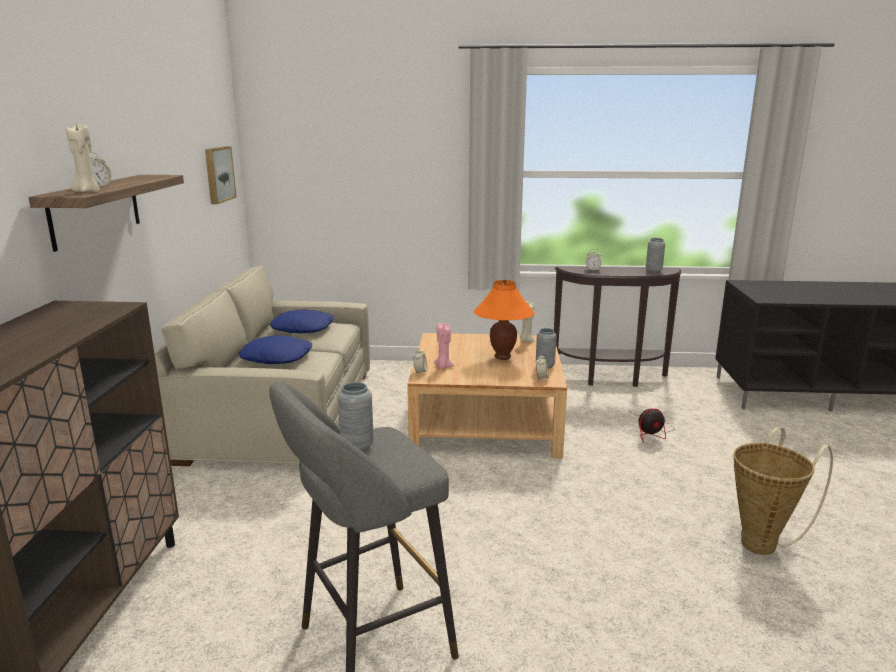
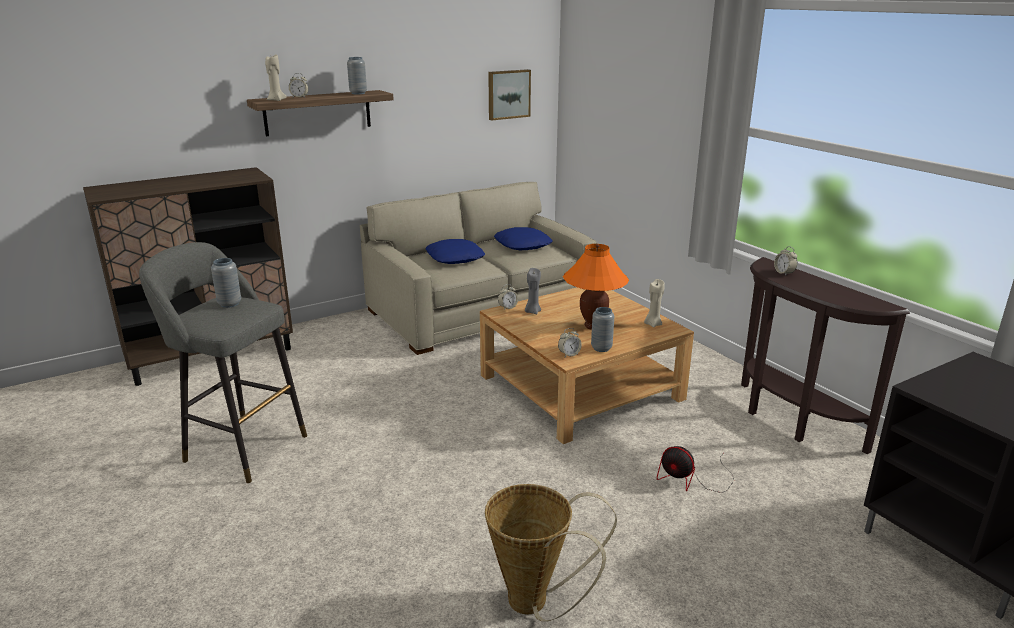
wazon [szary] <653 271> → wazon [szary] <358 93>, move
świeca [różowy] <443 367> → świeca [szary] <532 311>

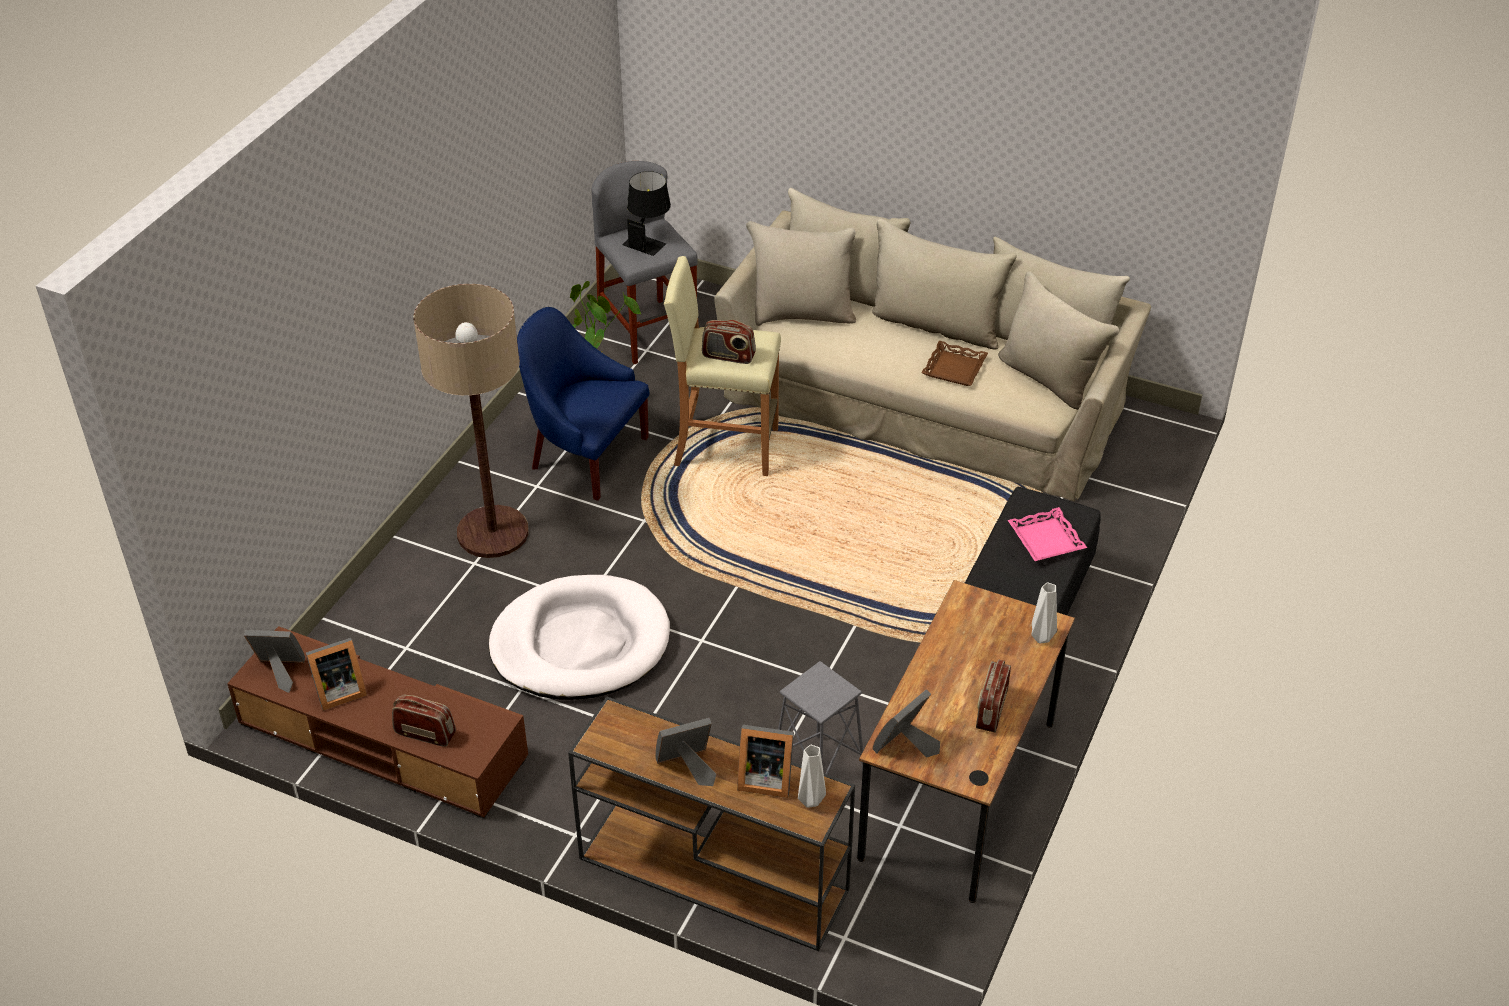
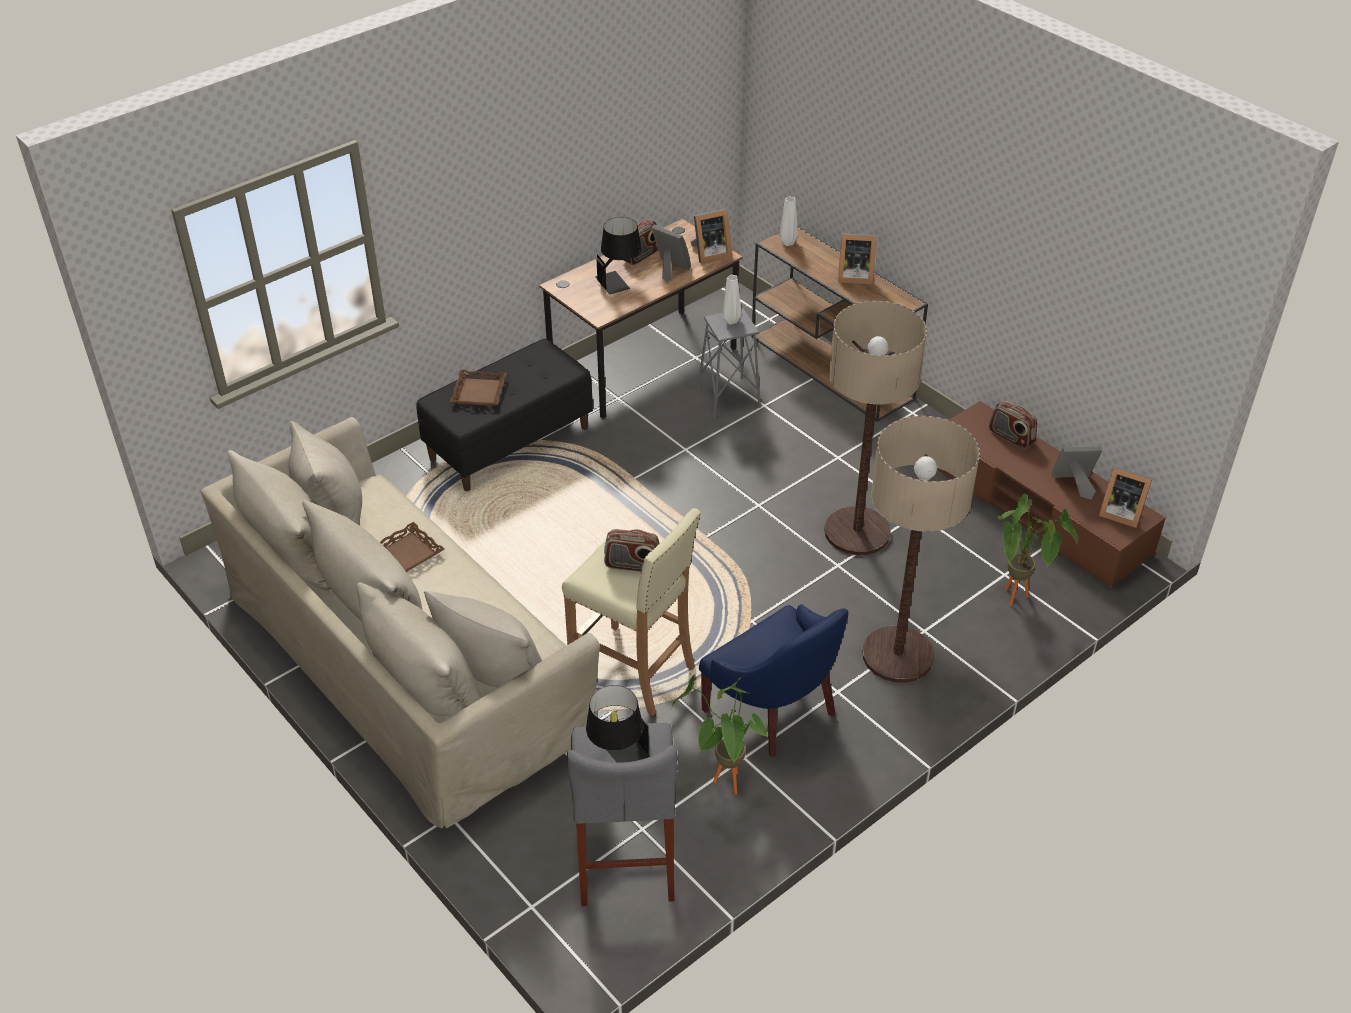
radio <728 356> → radio <632 565>, 150 degrees clockwise
taca [różowy] <1046 539> → taca [brązowy] <478 392>
legowisko [biały] <580 644> → lampa stojąca <857 532>
wazon [biały] <1042 638> → wazon [biały] <731 320>, move
ramka na zdjęcie <764 778> → ramka na zdjęcie <669 269>, move
- → lampa stołowa [czarny] <619 280>
- → roślina doniczkowa <1017 601>

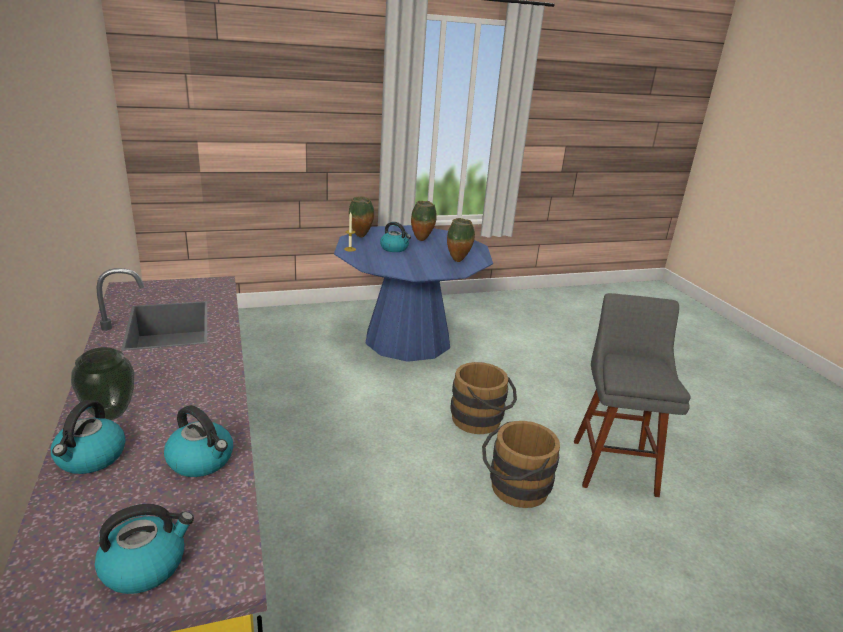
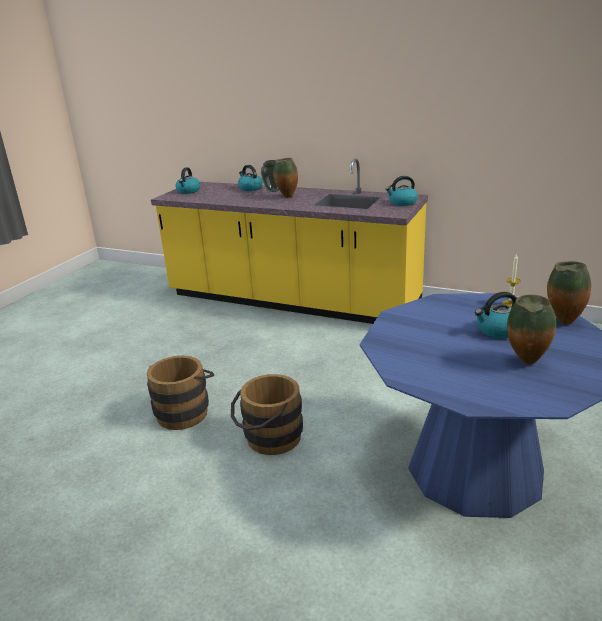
wazon <458 261> → wazon <286 197>, move
stołek [szary] <613 463> → -
czajnik <202 460> → czajnik <402 203>, move

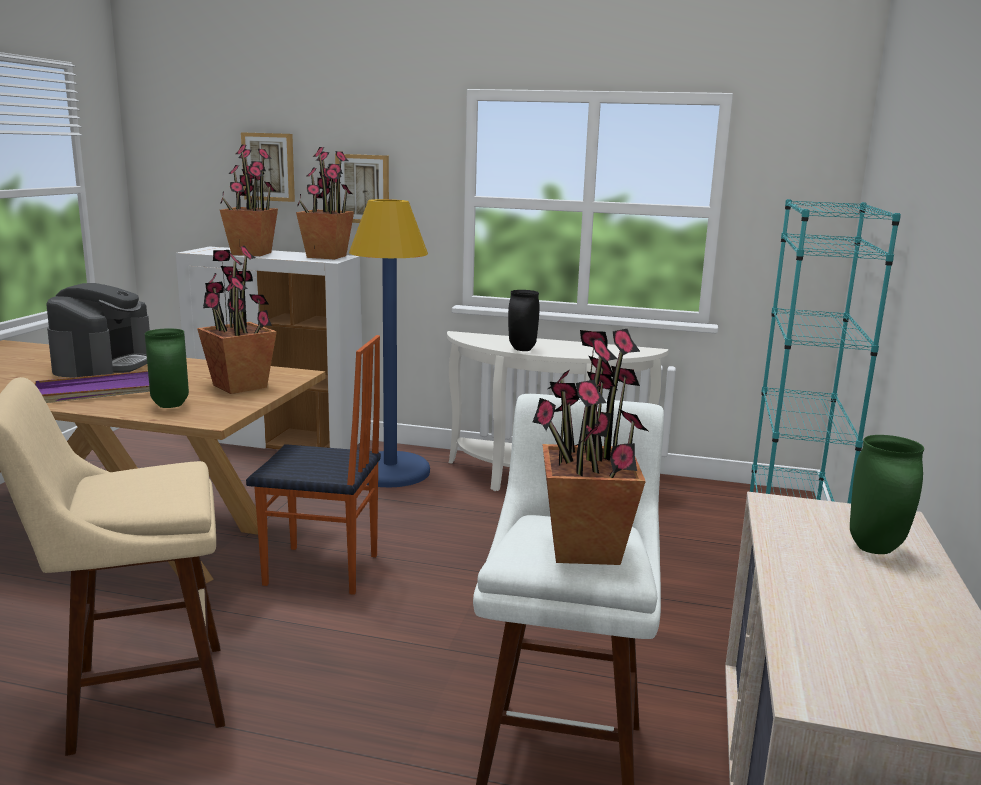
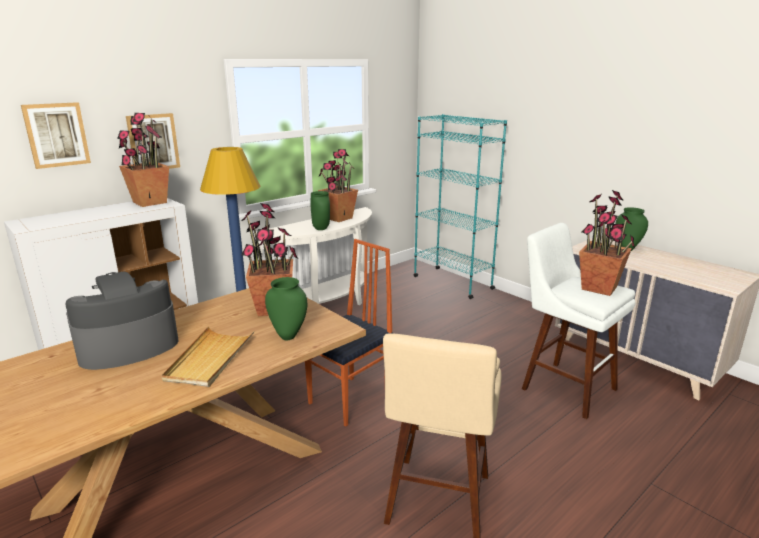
roślina doniczkowa <251 253> → roślina doniczkowa <338 218>, move
ekspres do kawy <104 364> → ekspres do kawy <127 346>, 75 degrees counterclockwise
wazon [czarny] <523 349> → wazon [zielony] <321 229>
taca [fioletowy] <94 392> → taca [beżowy] <210 359>

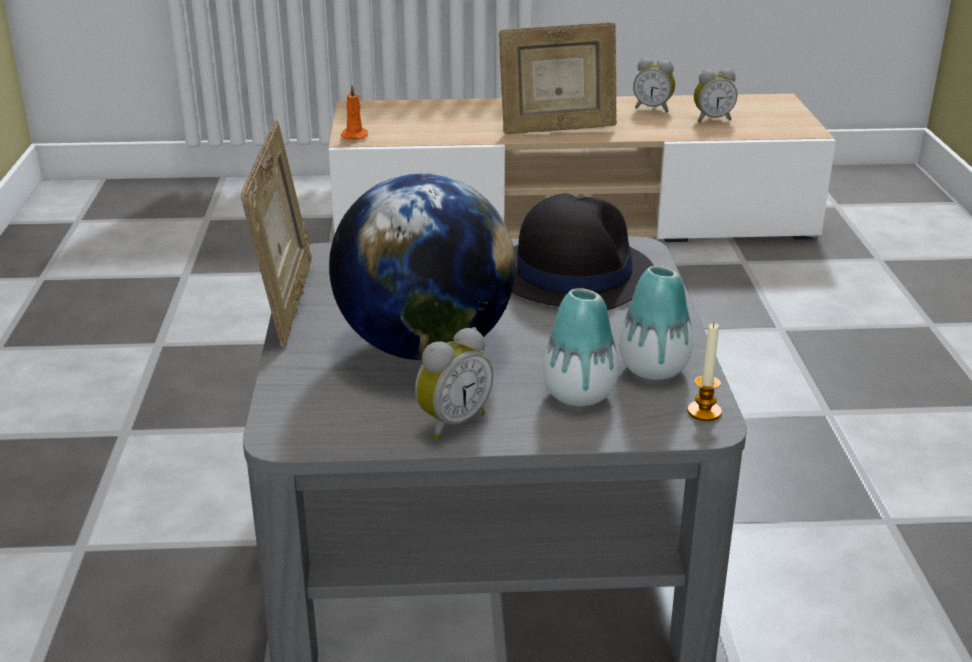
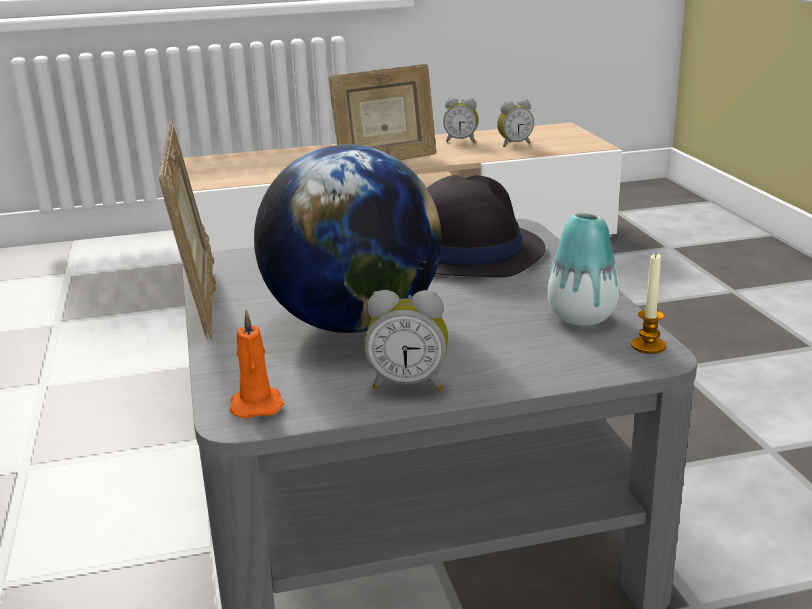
świeca [pomarańczowy] <354 135> → świeca [pomarańczowy] <256 404>, move
wazon <579 395> → -
budzik <451 422> → budzik <408 384>, 60 degrees clockwise

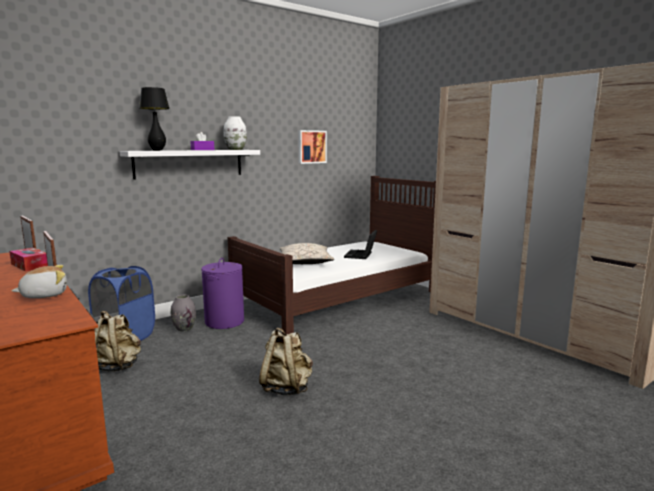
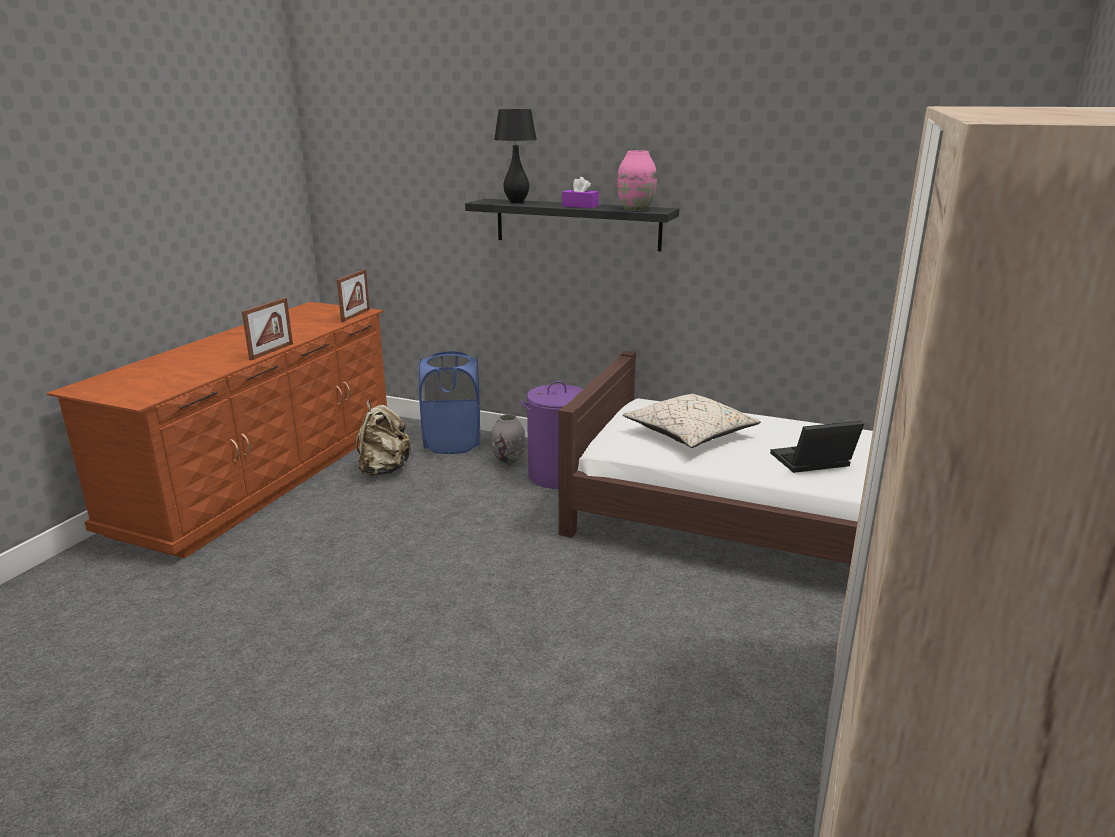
wazon [biały] <236 149> → wazon [różowy] <635 209>
obraz <311 147> → -
półka [biały] <189 163> → półka [czarny] <577 224>
pudełko chusteczek <30 265> → -
pluszak <44 295> → -
plecak [beżowy] <286 388> → -

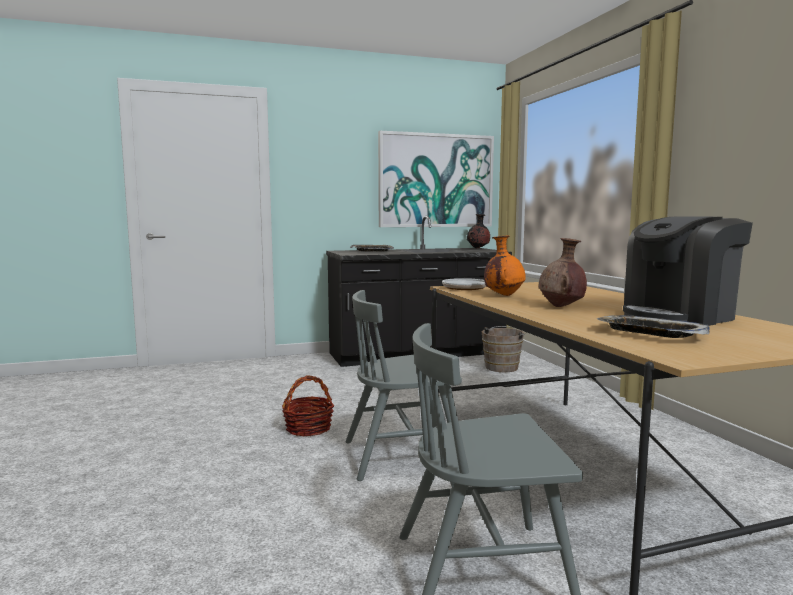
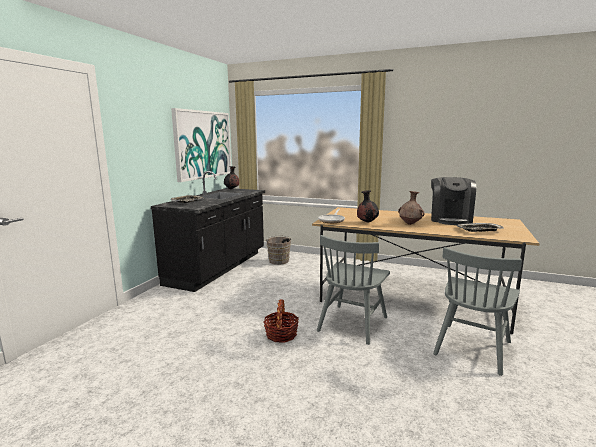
wazon [pomarańczowy] <503 295> → wazon [czarny] <367 222>

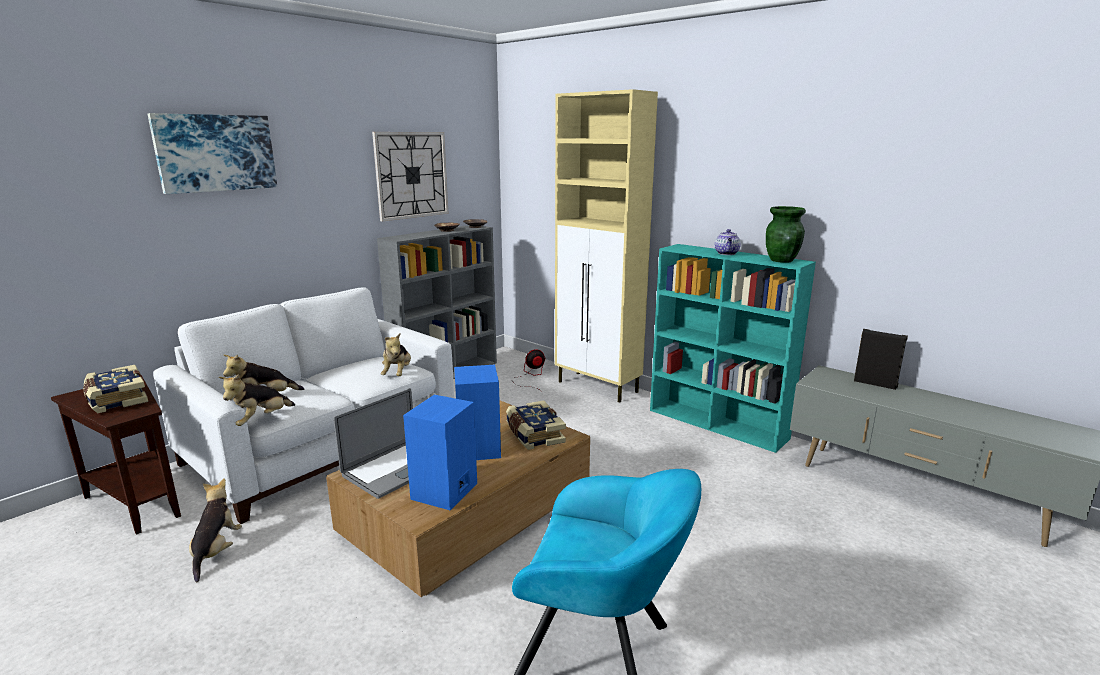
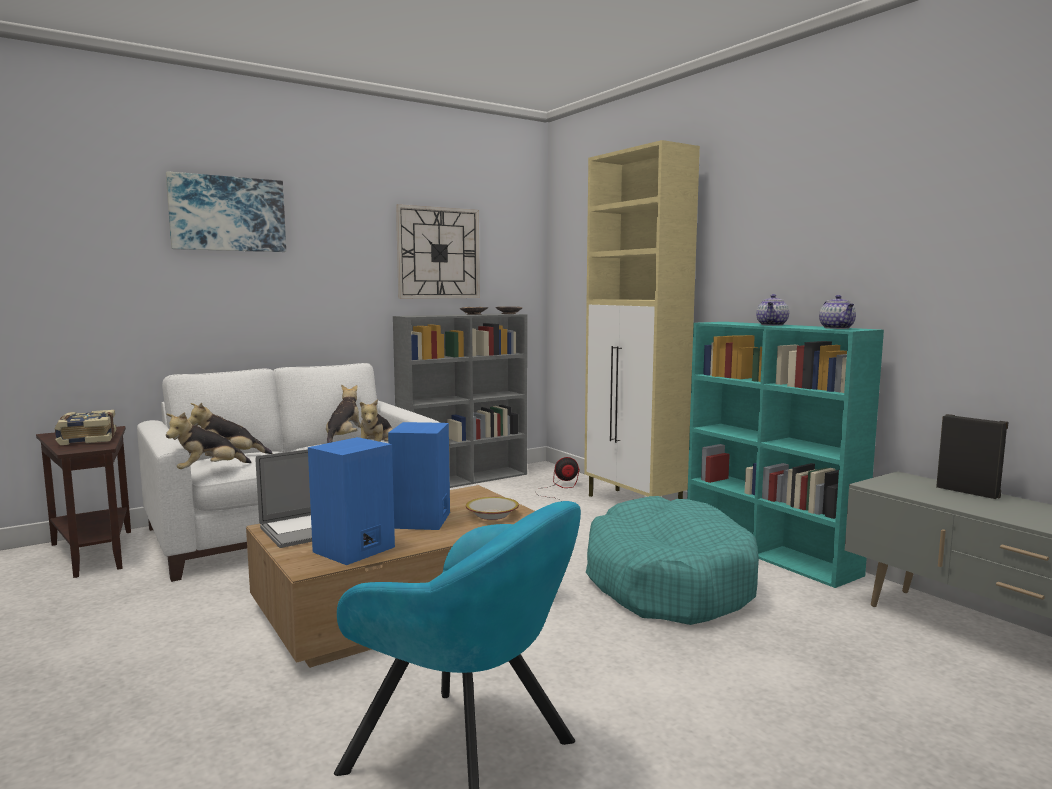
wazon [zielony] <782 260> → imbryk <837 328>
książka <533 435> → miska <492 515>
pluszak <216 551> → pluszak <344 438>, move
- → legowisko [turkusowy] <667 582>

